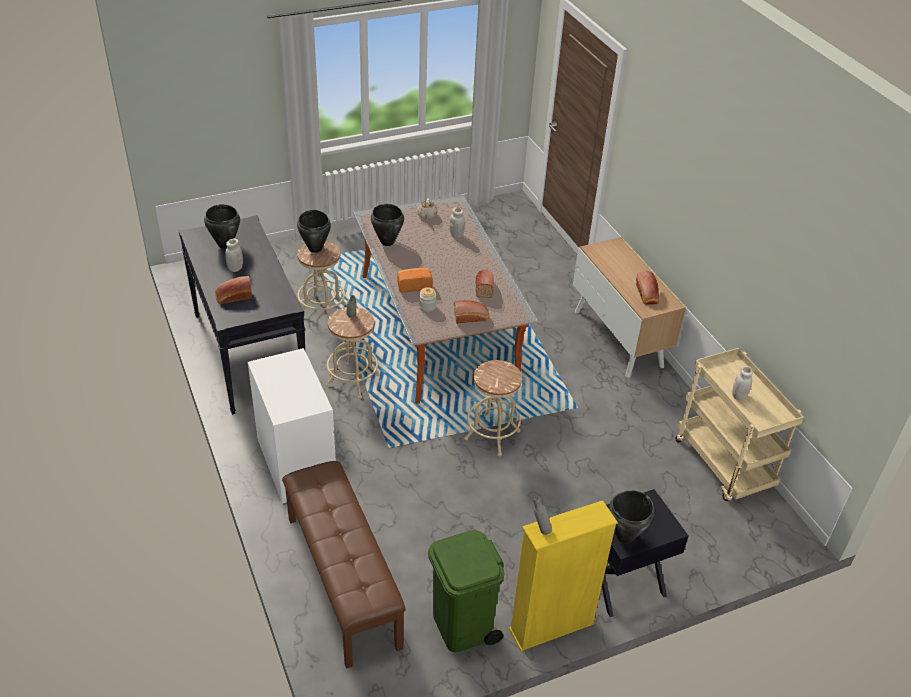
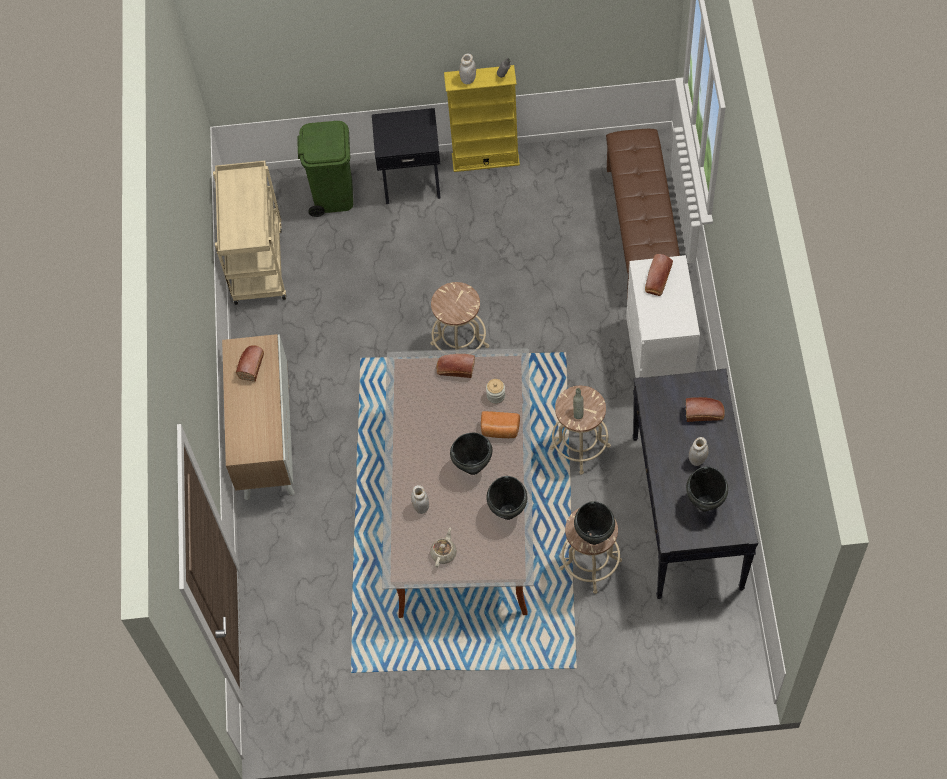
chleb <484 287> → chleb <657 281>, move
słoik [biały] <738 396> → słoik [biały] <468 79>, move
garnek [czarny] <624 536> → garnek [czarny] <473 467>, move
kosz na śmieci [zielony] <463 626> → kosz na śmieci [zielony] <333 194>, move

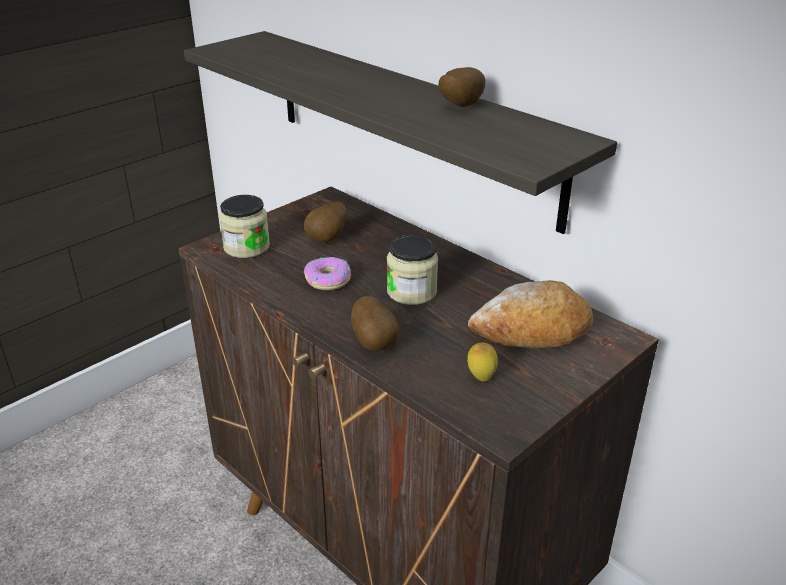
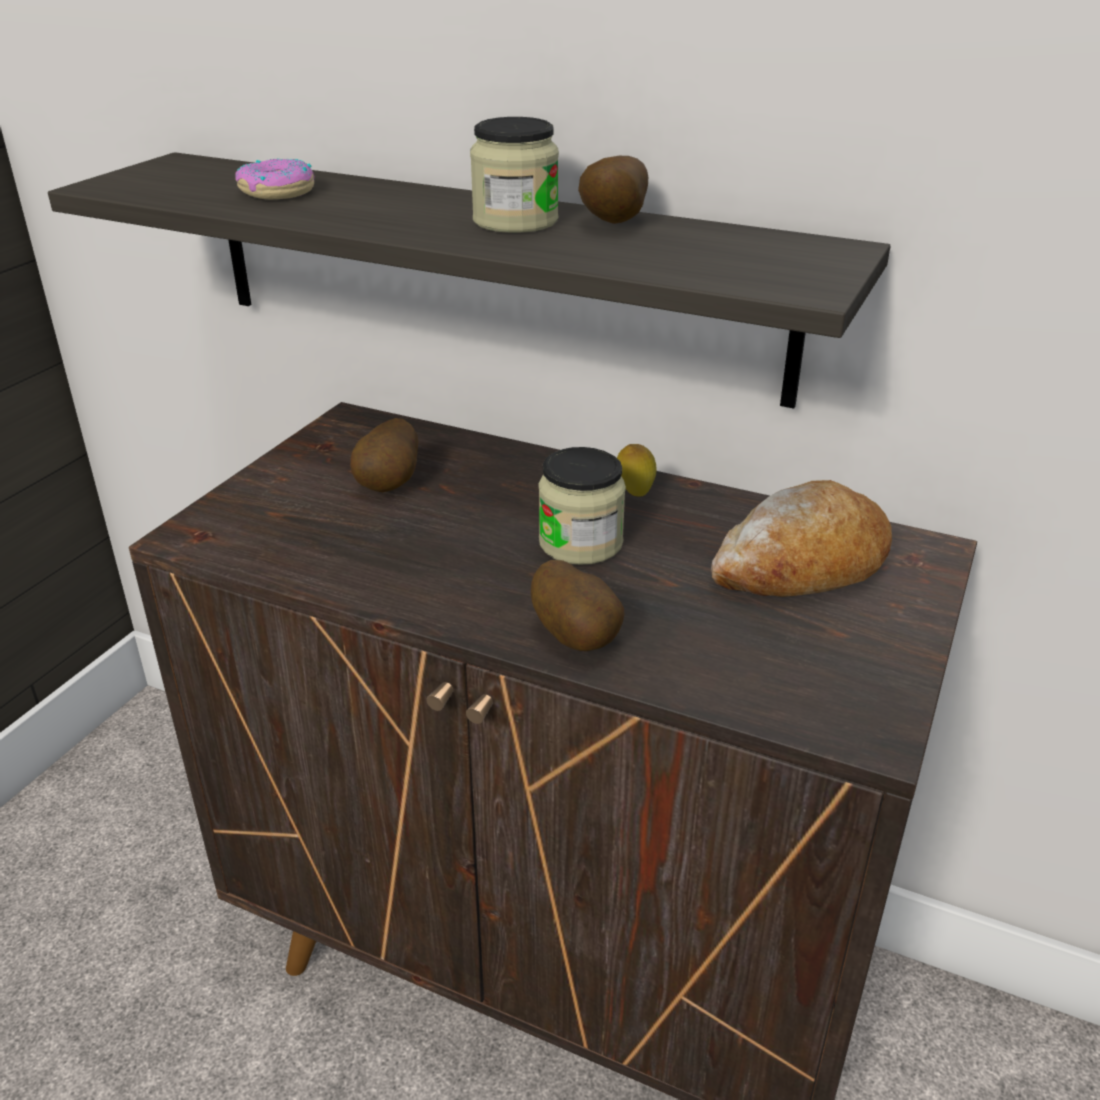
słoik <246 247> → słoik <515 221>, move
donut <327 280> → donut <277 192>, move
cytryna <481 377> → cytryna <634 493>, move

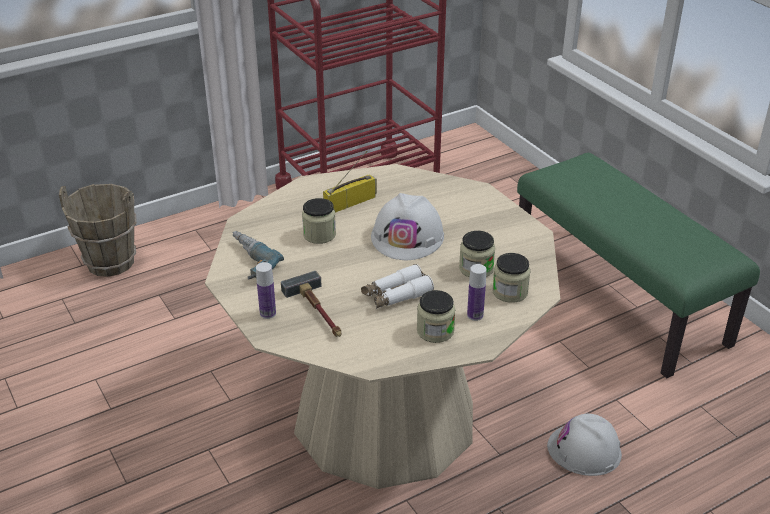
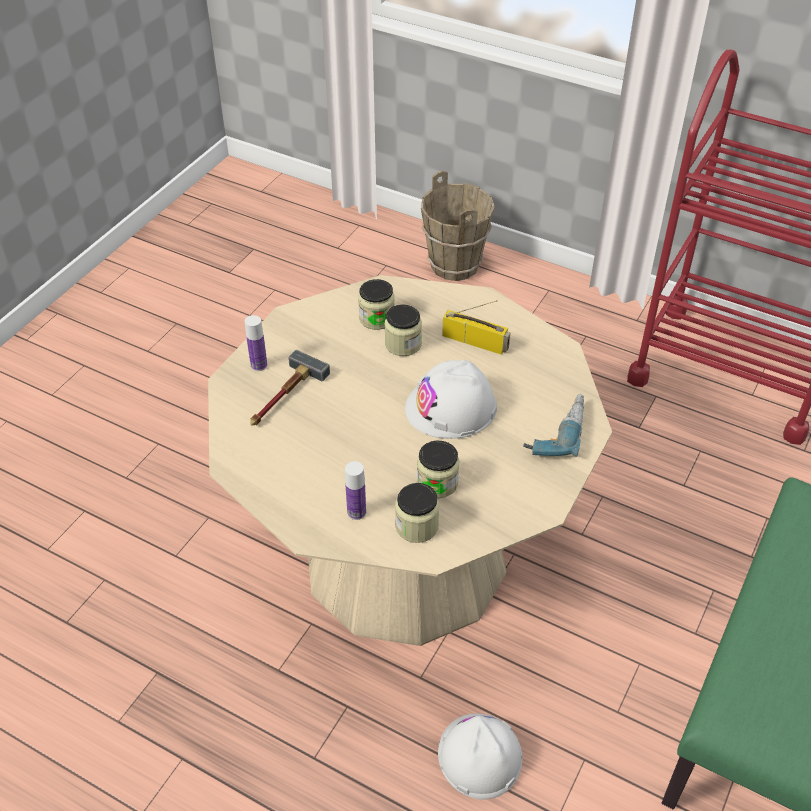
wiertarka <246 262> → wiertarka <555 430>, move
lornetka [biały] <396 295> → -
słoik <435 331> → słoik <376 318>, move

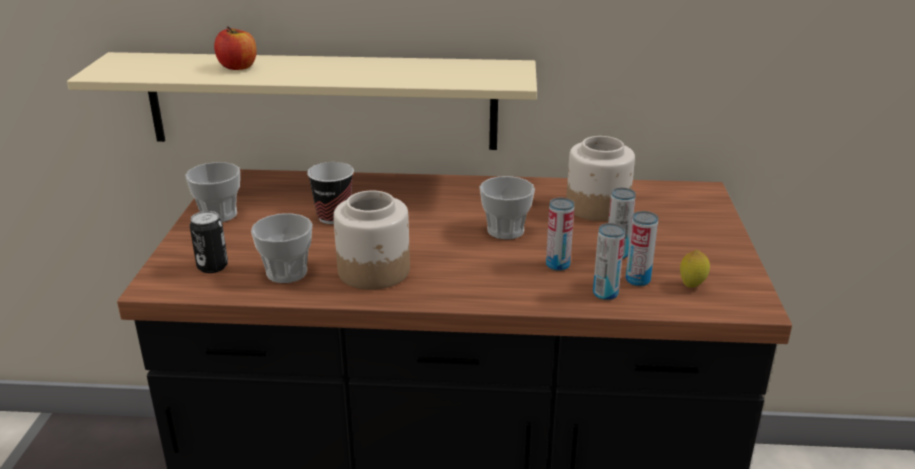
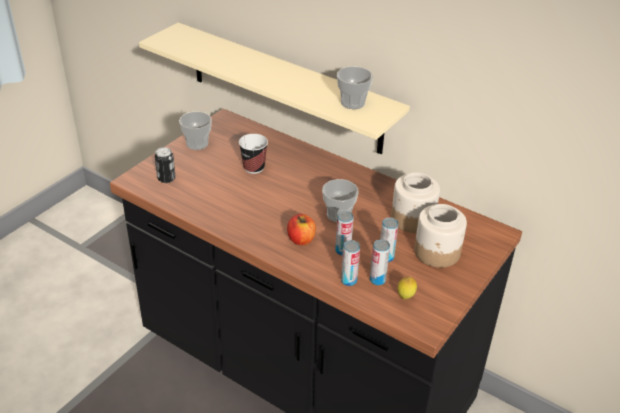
jabłko <238 67> → jabłko <301 239>, move
słoik <374 271> → słoik <437 252>, move
filiżanka <287 273> → filiżanka <352 103>, move

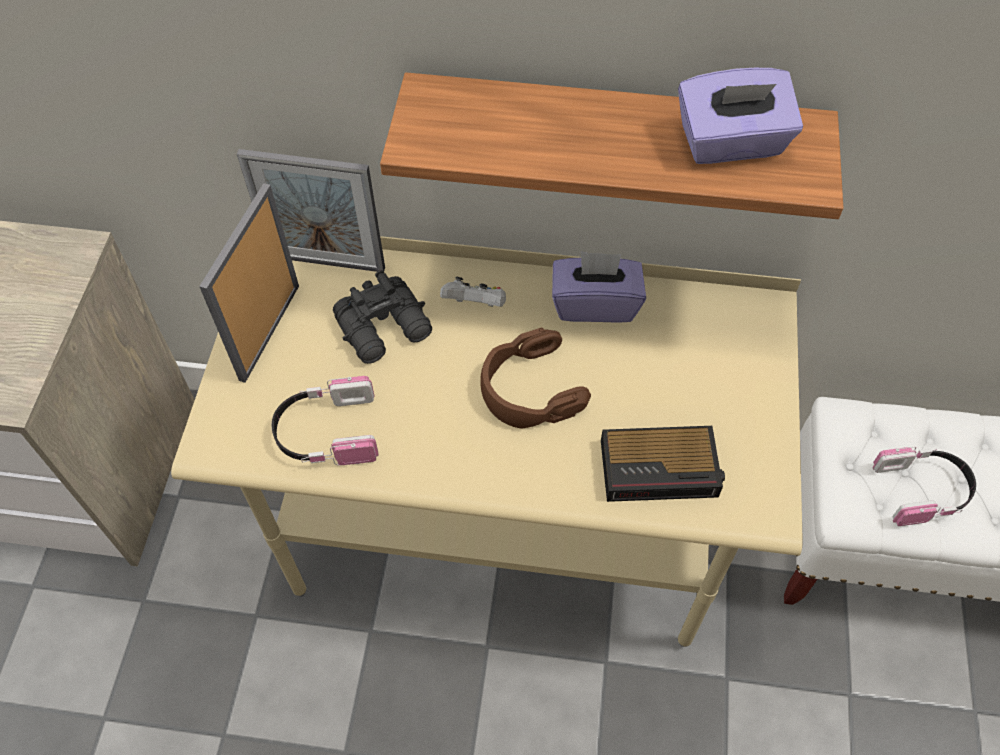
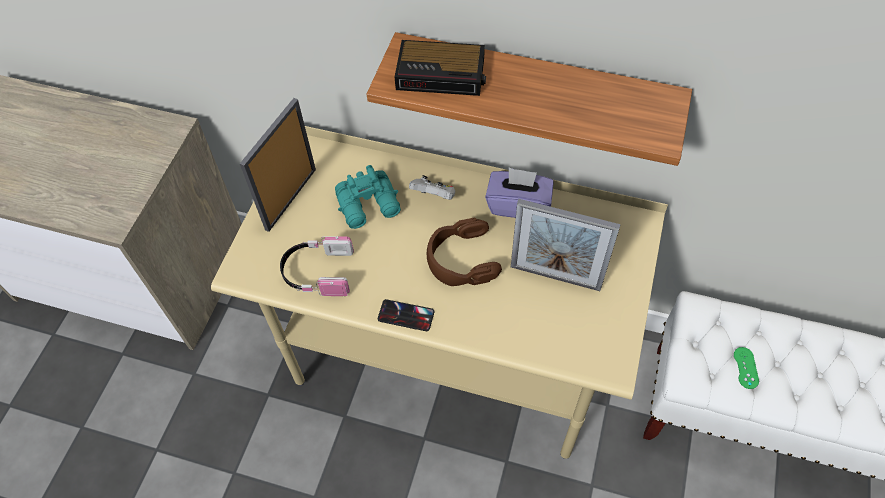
pudełko chusteczek [fioletowy] <731 143> → -
ramka na zdjęcie <326 262> → ramka na zdjęcie <555 277>, move
lornetka [czarny] <386 328> → lornetka [turkusowy] <370 206>
budzik <661 468> → budzik <442 74>, move
słuchawki <923 490> → pad do gier [zielony] <746 368>
- → telefon <406 315>

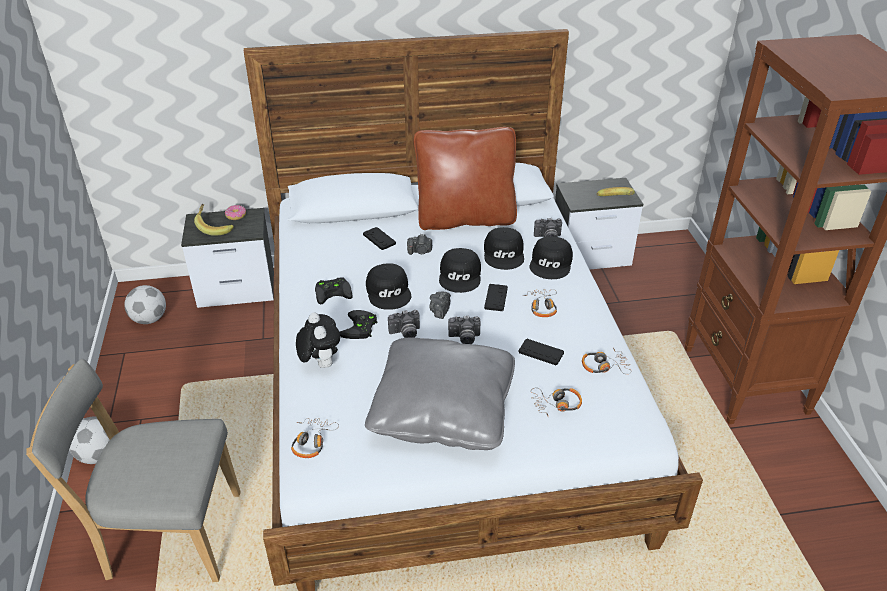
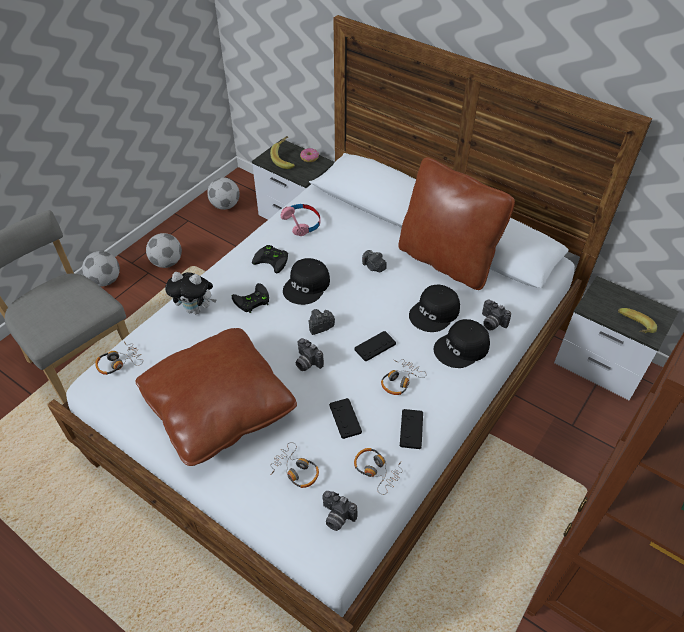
pad do gier [czarny] <379 239> → pad do gier [czarny] <411 429>, move
czapka z daszkiem [czarny] <461 276> → -
aparat fotograficzny <405 333> → aparat fotograficzny <336 517>, move
pluszak <320 363> → pluszak <196 309>, 75 degrees clockwise
poduszka [szary] <442 410> → poduszka [brązowy] <219 406>
- → słuchawki [różowy] <302 223>
- → piłka futbolowa <167 263>

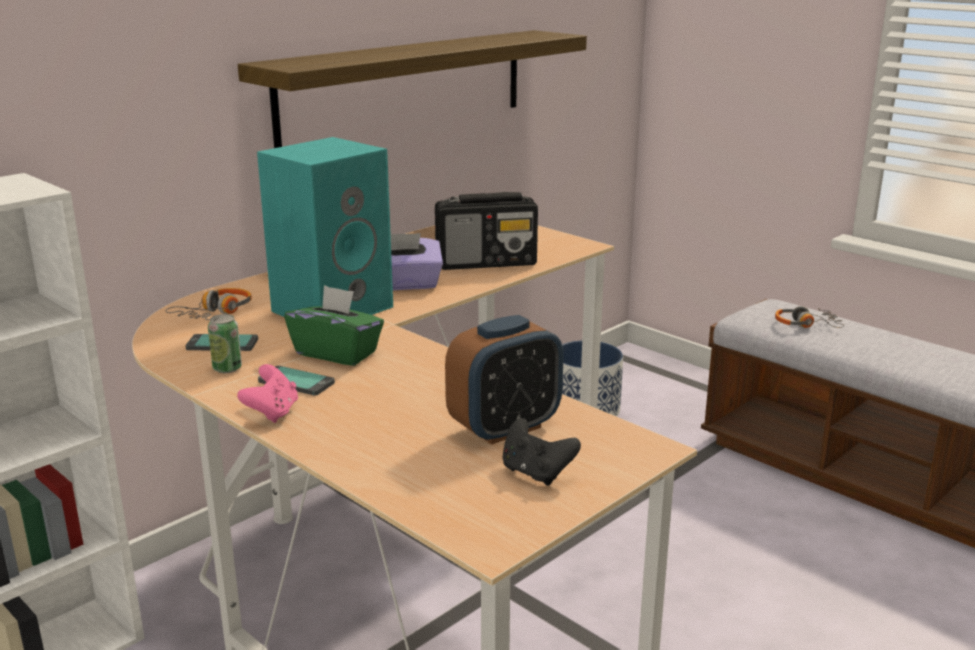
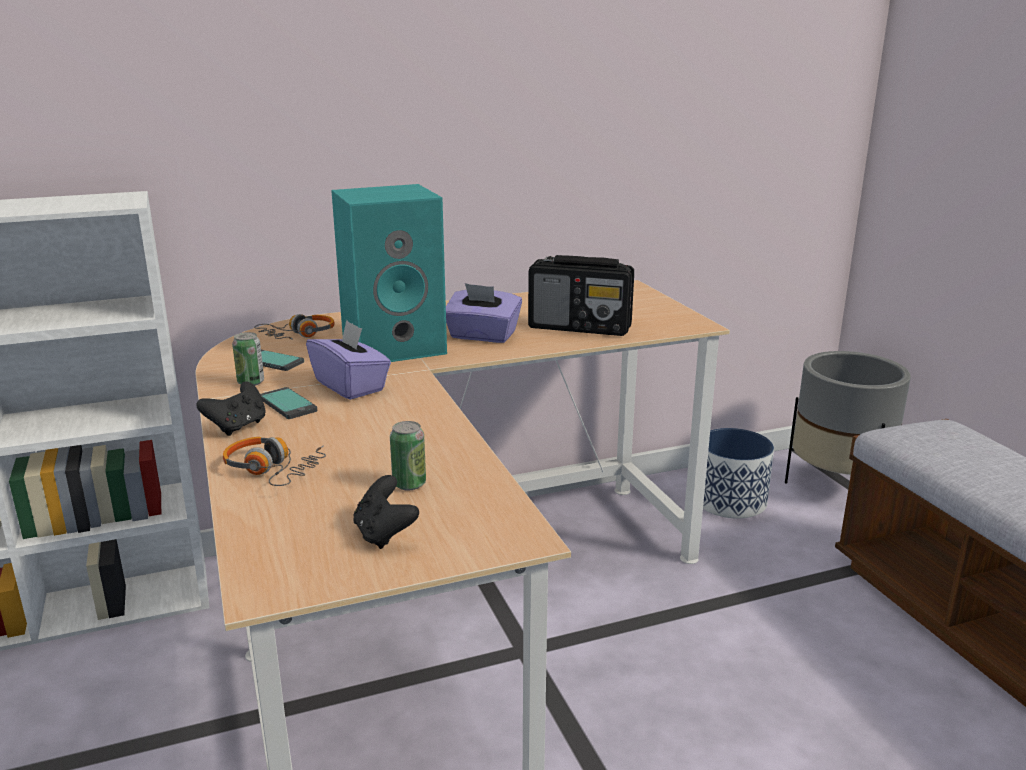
półka <405 86> → -
pudełko chusteczek [zielony] <337 353> → pudełko chusteczek [fioletowy] <351 386>
słuchawki <806 325> → słuchawki <272 470>, move
budzik <505 428> → puszka <409 484>
pad do gier [różowy] <272 413> → pad do gier [czarny] <237 427>
- → donica [szary] <837 489>

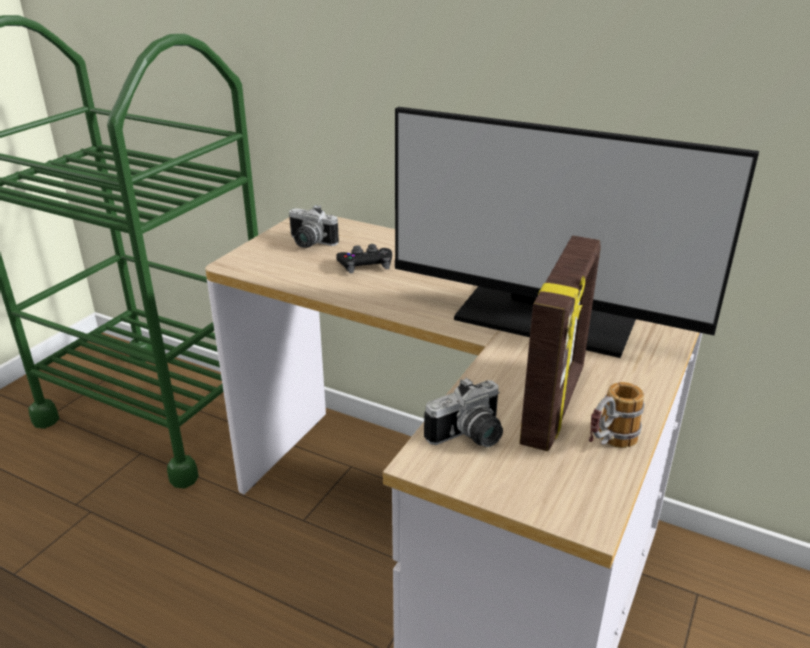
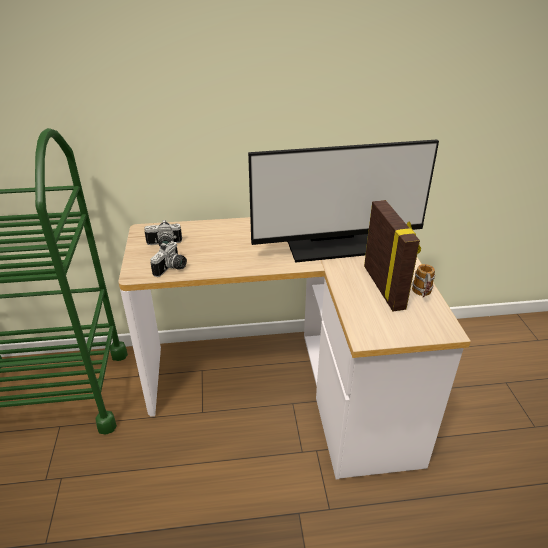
pad do gier [czarny] <365 265> → -
aparat fotograficzny <470 437> → aparat fotograficzny <172 268>, move

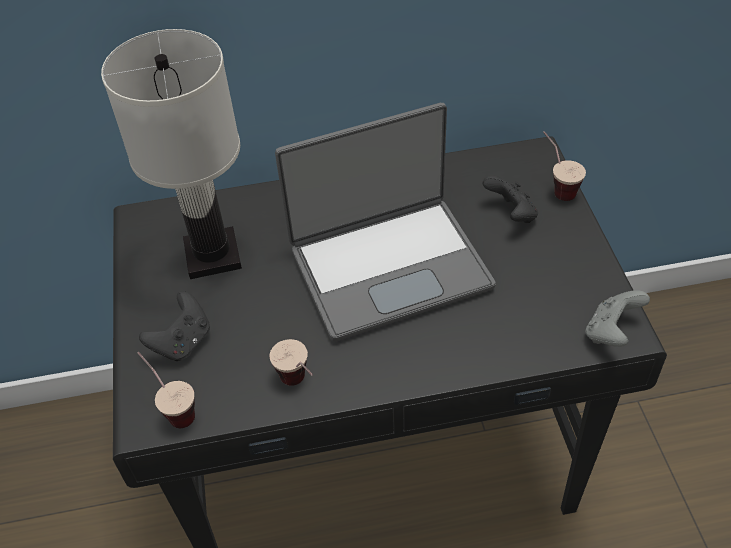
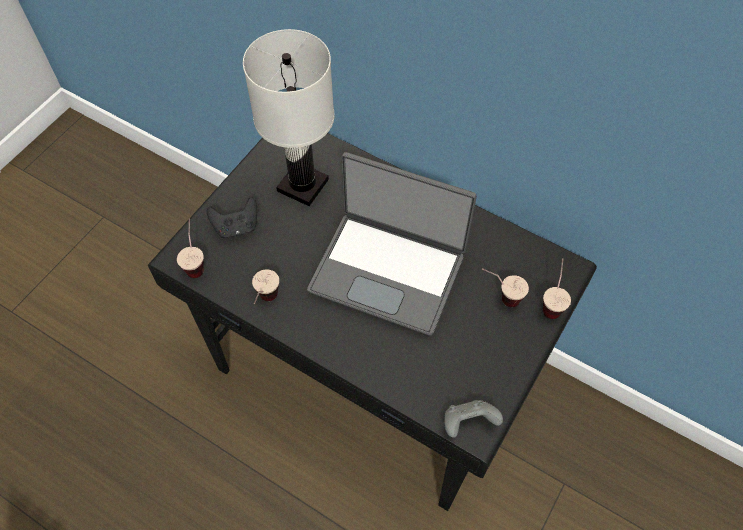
pad do gier [czarny] <511 214> → filiżanka <500 297>

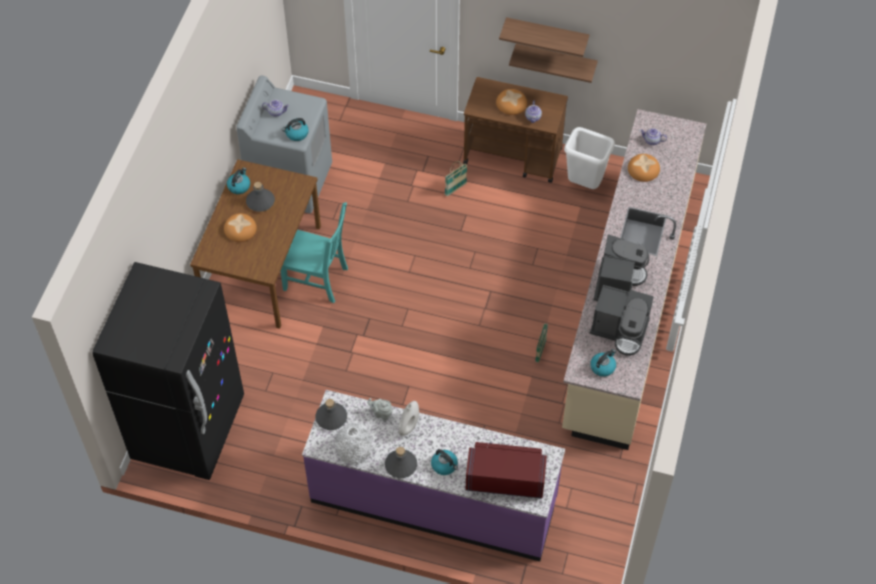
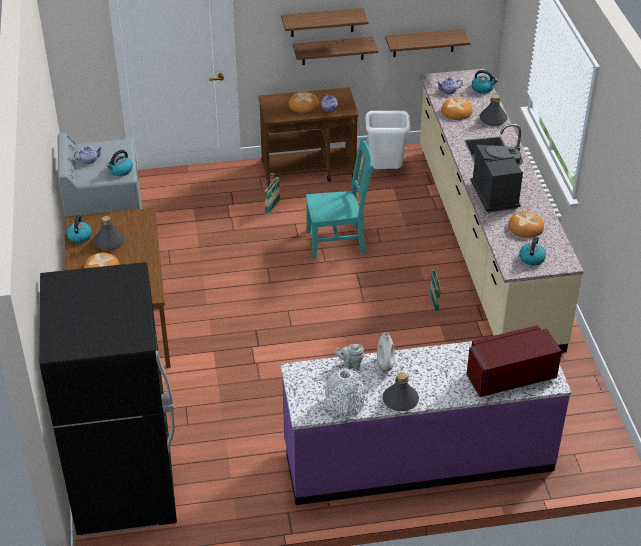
krzesło [turkusowy] <318 279> → krzesło [turkusowy] <338 241>, move
ekspres do kawy <620 330> → chleb <526 227>
butelka [szary] <331 418> → butelka [szary] <493 119>, move
czajnik <445 465> → czajnik <483 88>, move
- → półka <423 43>

